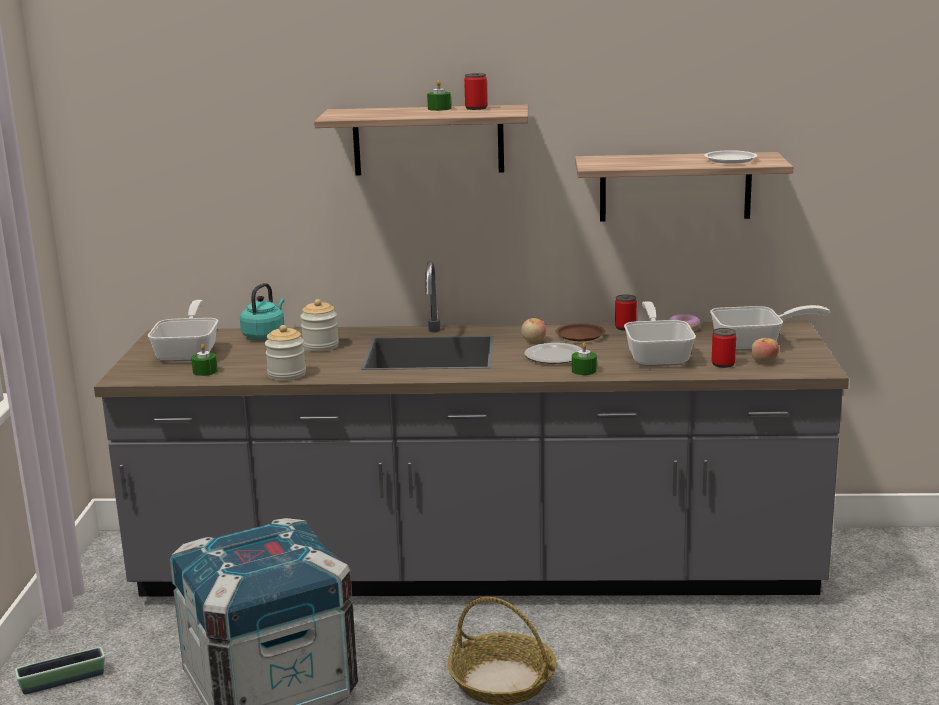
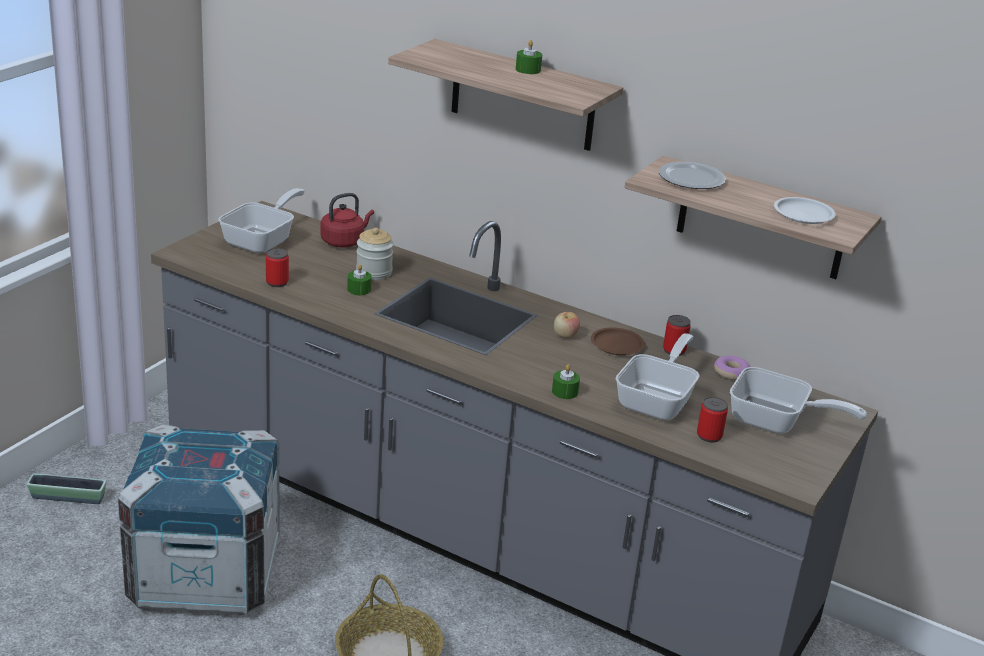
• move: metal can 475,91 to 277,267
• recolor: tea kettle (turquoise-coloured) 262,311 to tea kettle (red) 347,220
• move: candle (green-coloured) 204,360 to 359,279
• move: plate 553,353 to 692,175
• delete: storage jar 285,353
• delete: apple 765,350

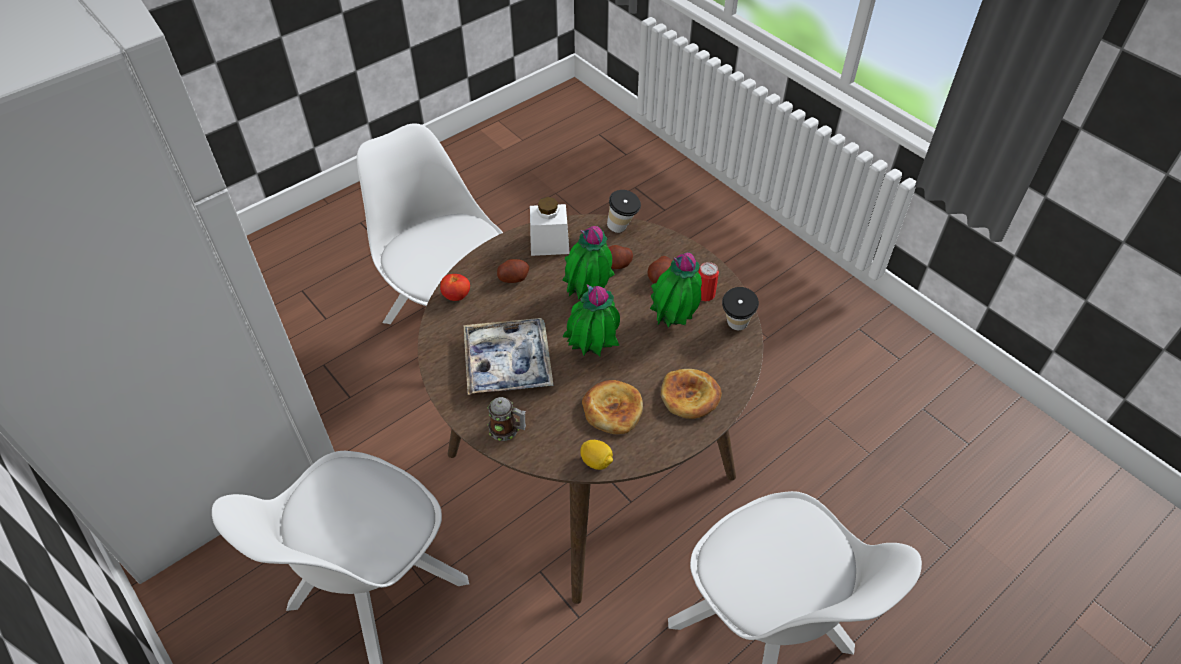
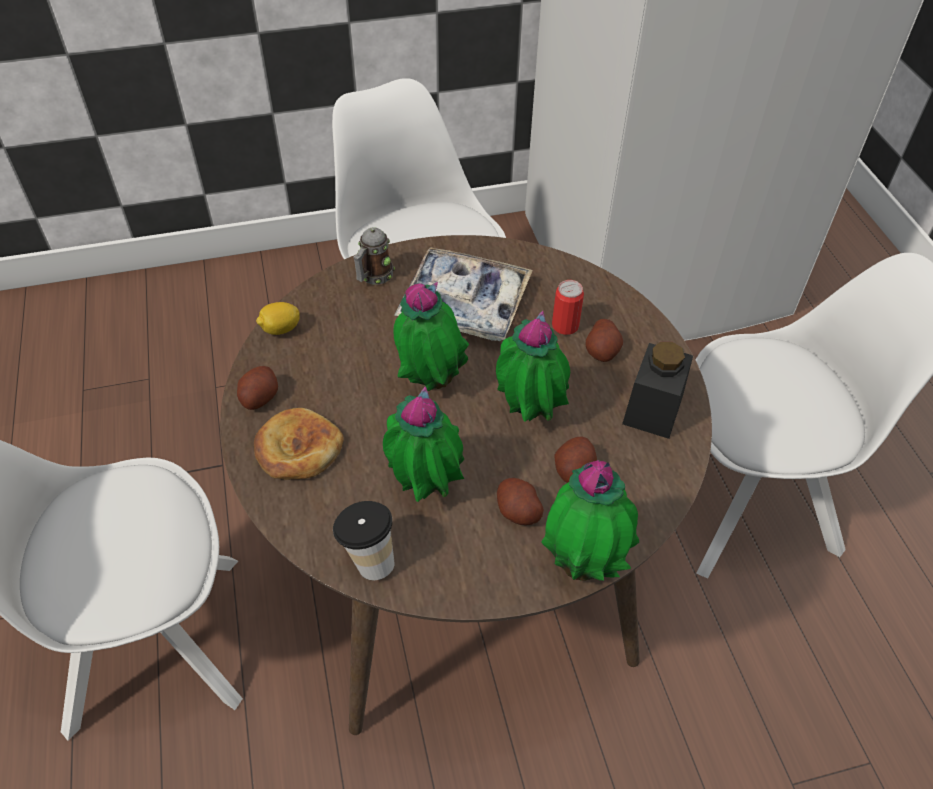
• insert: spud 257,388
• insert: potted plant 590,520
• move: metal can 708,281 to 568,307
• recolor: storage jar (whitish) 550,226 to storage jar (black) 657,390
• delete: fresh tomato 455,287
• delete: bakery bread 612,407
• delete: cup 624,211

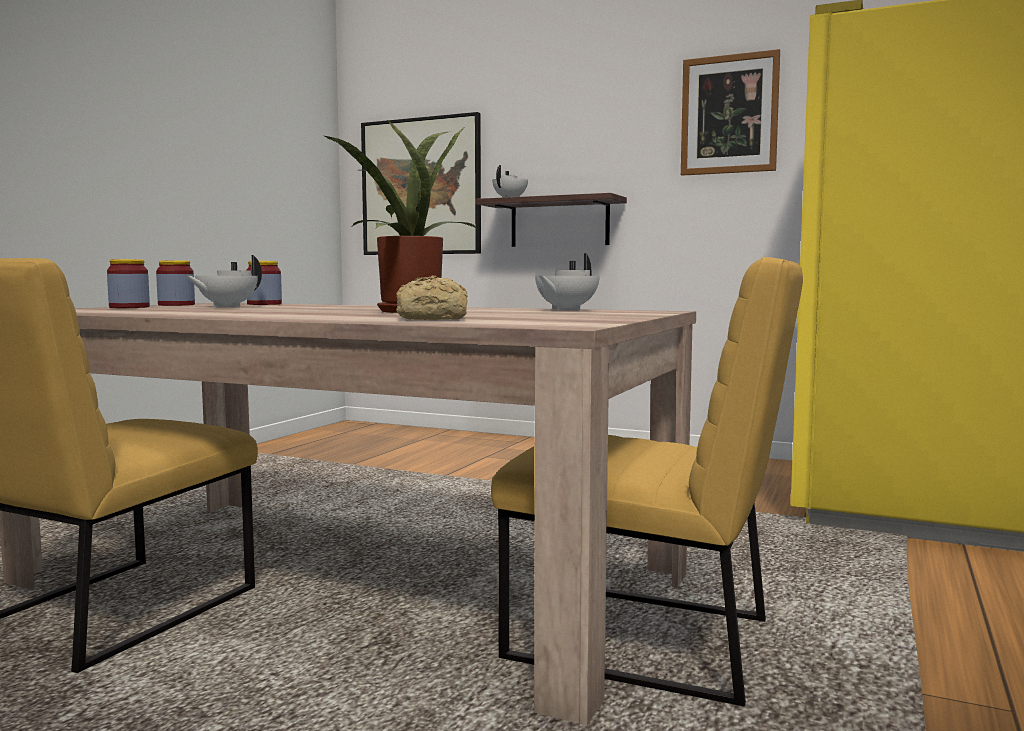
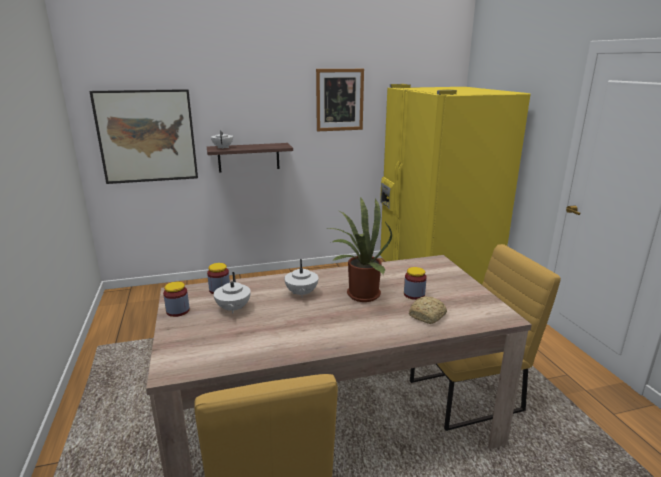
• move: tea pot (whitish) 567,281 to 301,277
• move: storage jar 128,283 to 415,283

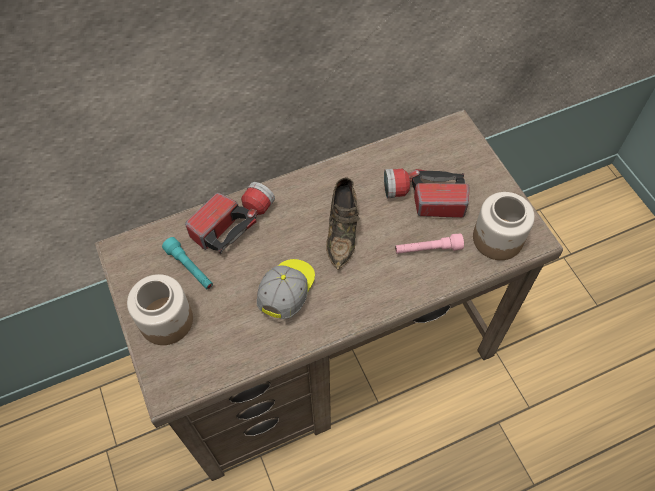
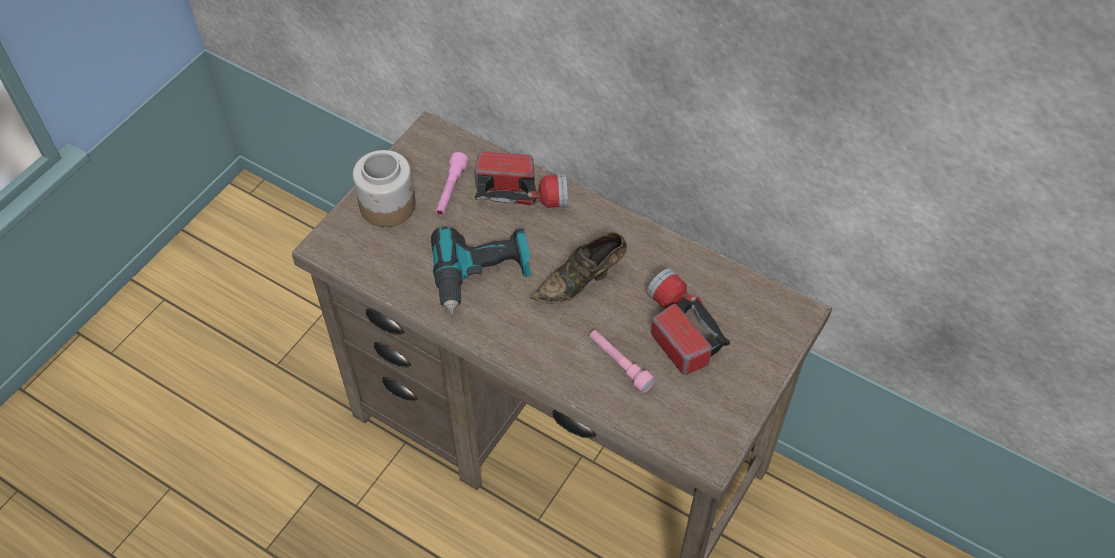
• replace: baseball cap 286,289 to drill 481,270
• recolor: hand torch (turquoise-coloured) 187,263 to hand torch (pinkish) 451,183
• delete: storage jar 504,226

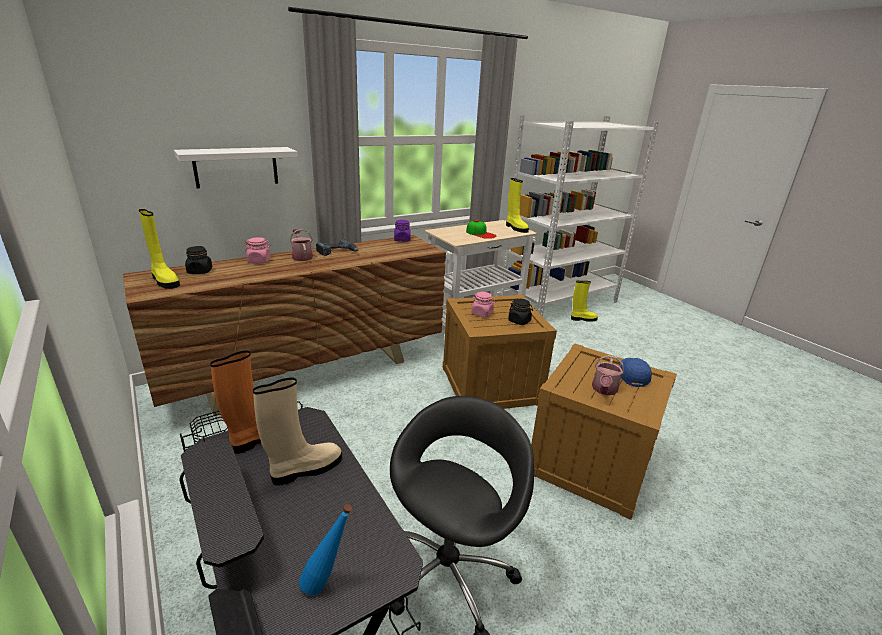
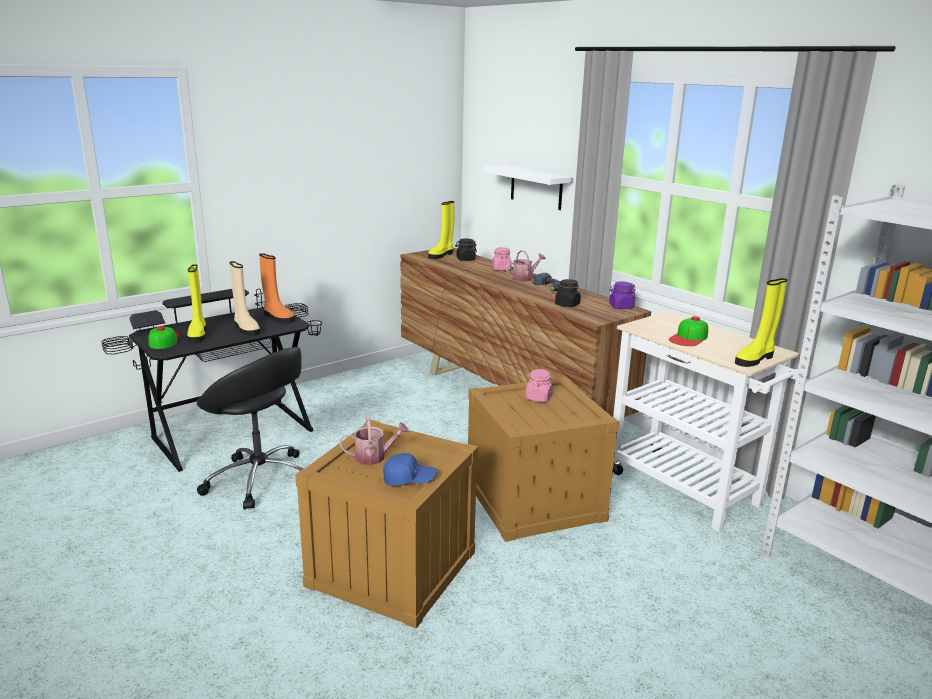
• replace: bottle (bluish) 325,549 to baseball cap 163,337
• move: tall boot (yellow) 584,301 to 196,303
• rotate: watering can 608,375 = 374,440 150 degrees clockwise
• move: storage jar (black) 520,312 to 568,293

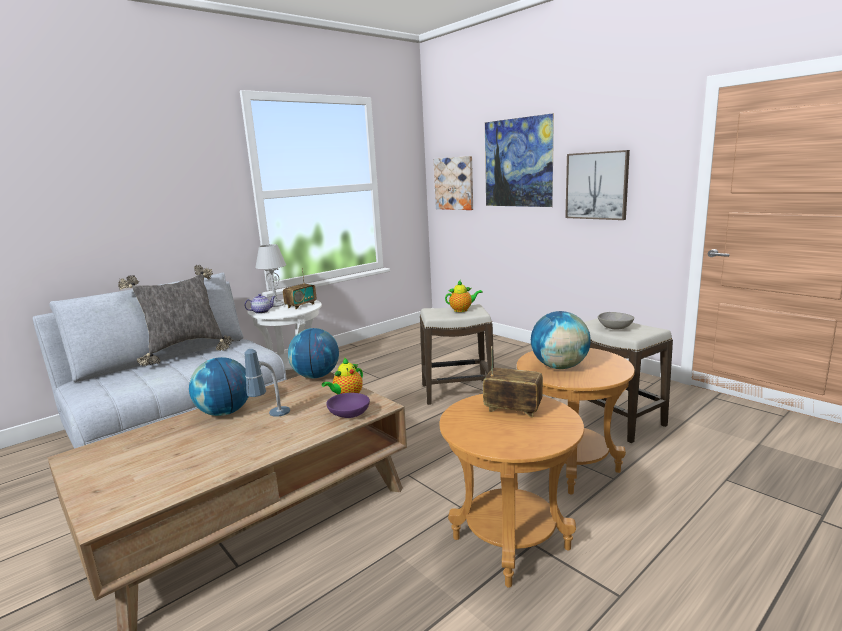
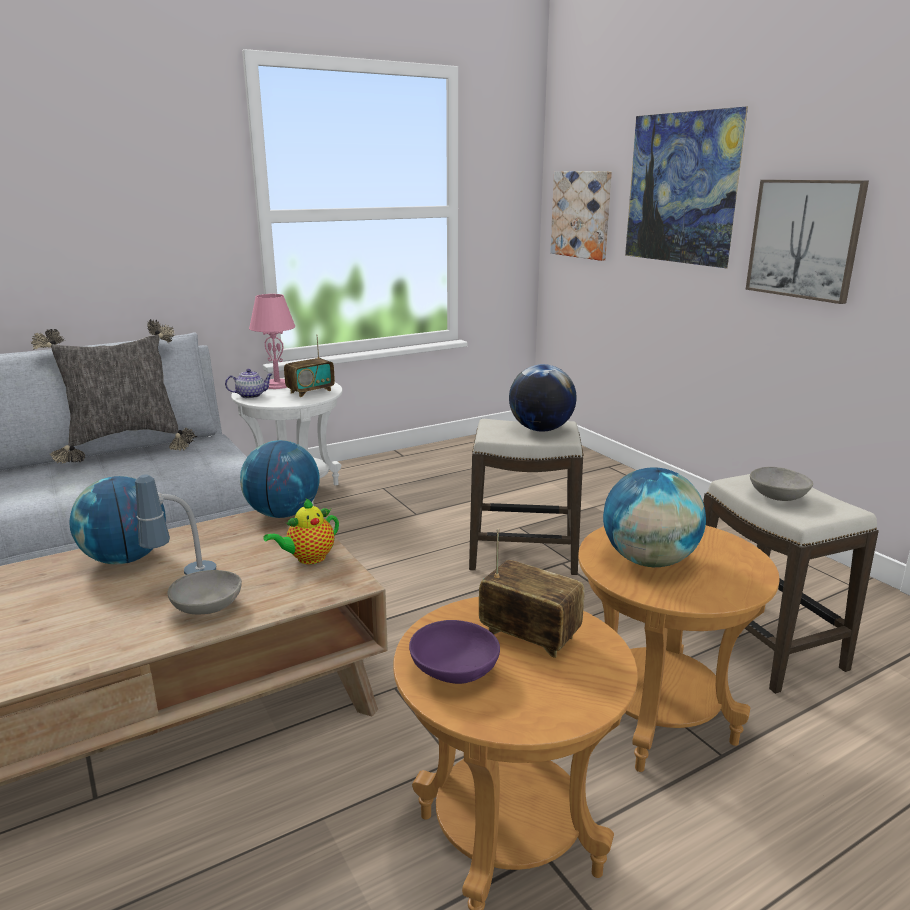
• insert: serving bowl (grey) 204,592
• recolor: lamp for a table (grey) 270,275 to lamp for a table (pinkish) 272,341
• move: serving bowl (purplish) 348,405 to 454,652
• replace: tea pot 464,296 to globe 542,398

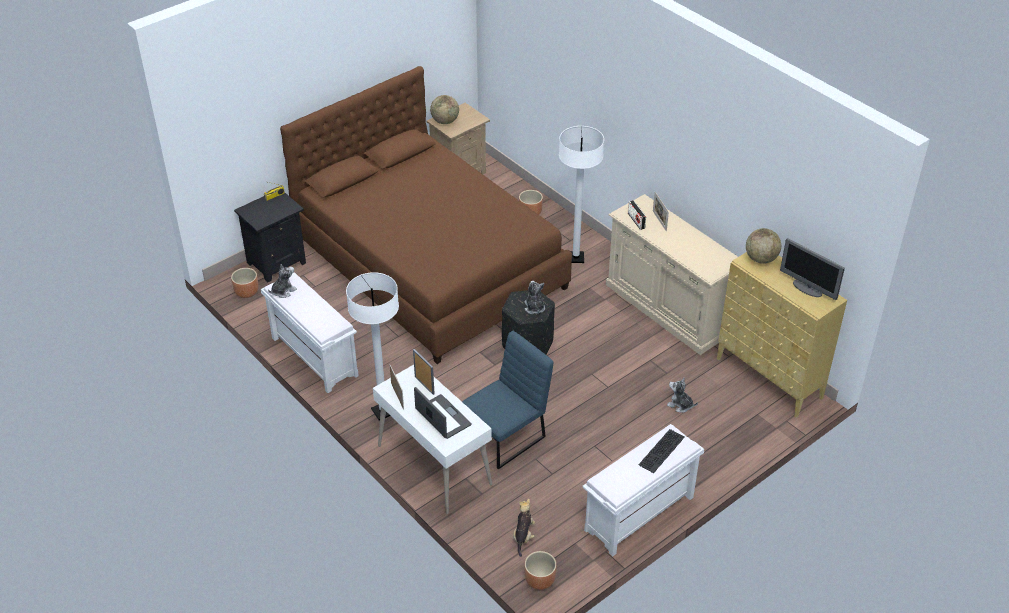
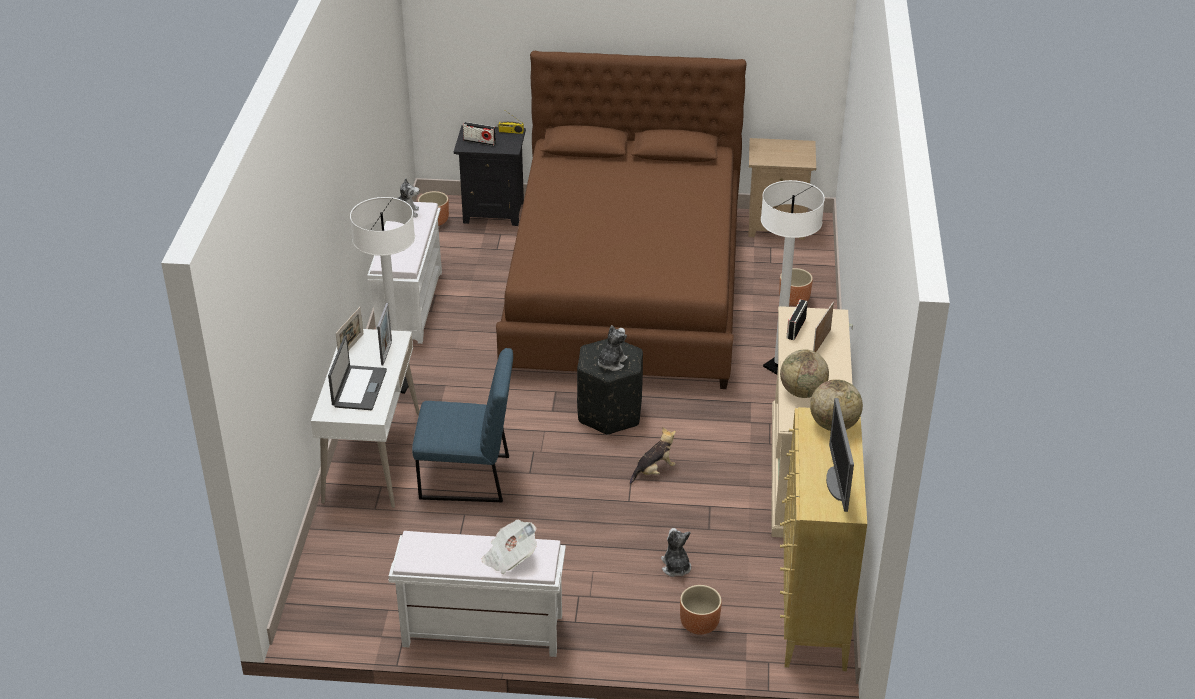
• insert: radio 479,134
• replace: keyboard 661,451 to newspaper 509,547
• move: plush toy 524,527 to 653,455
• move: planter (brown-coloured) 540,570 to 701,610
• move: globe 444,109 to 804,374

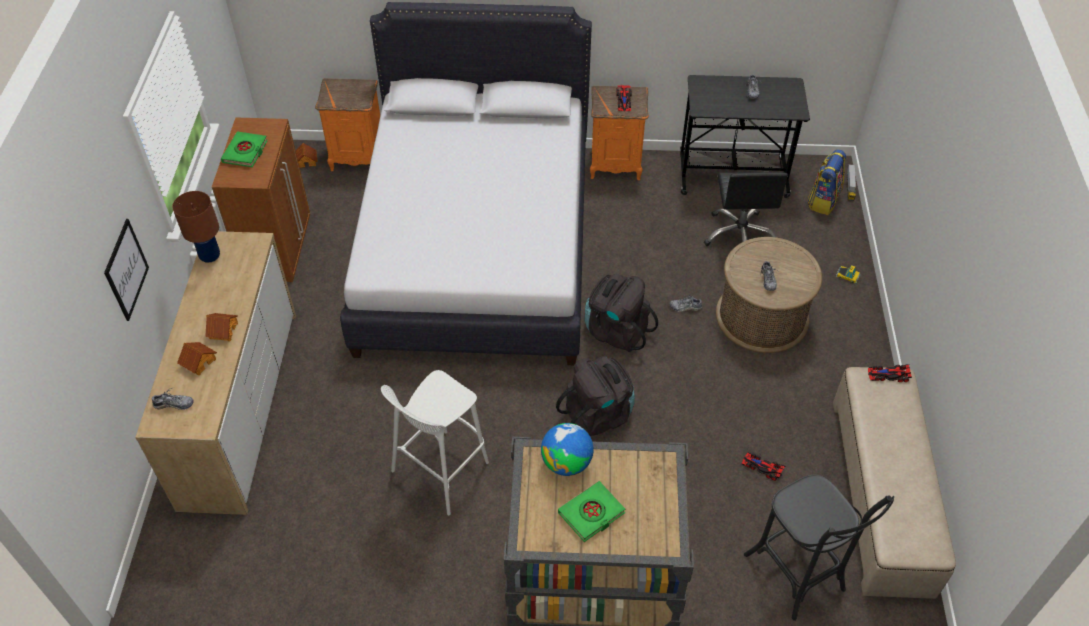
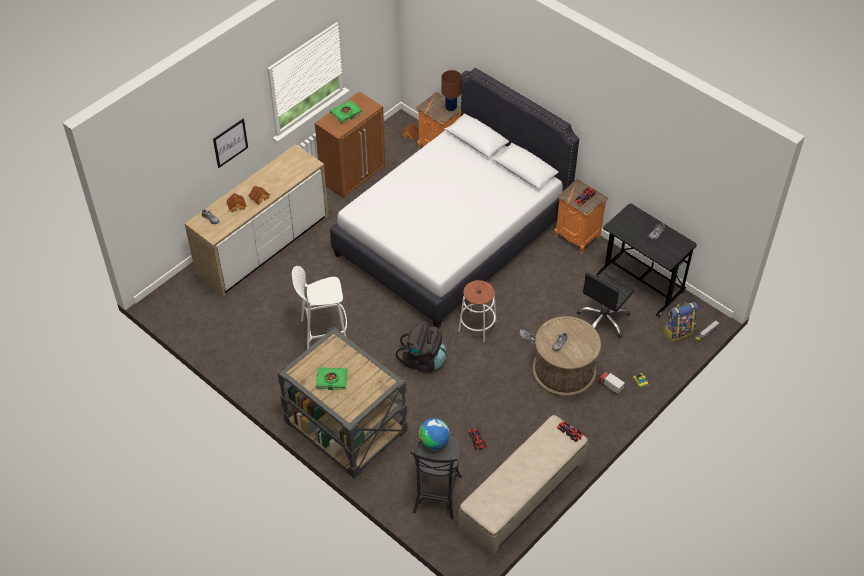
• move: globe 567,449 to 434,434
• move: lamp for a table (brown-coloured) 196,227 to 452,90
• replace: backpack (black) 621,313 to sitting stool (whitish) 477,311
• insert: toy truck 611,383

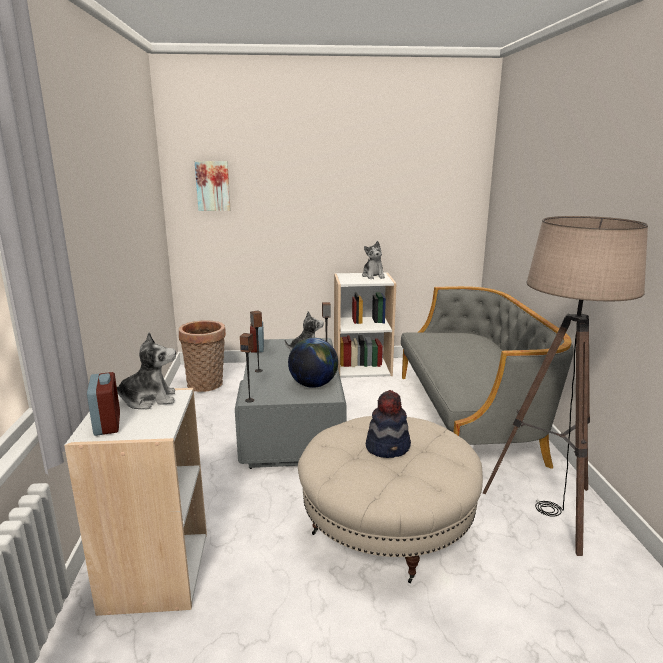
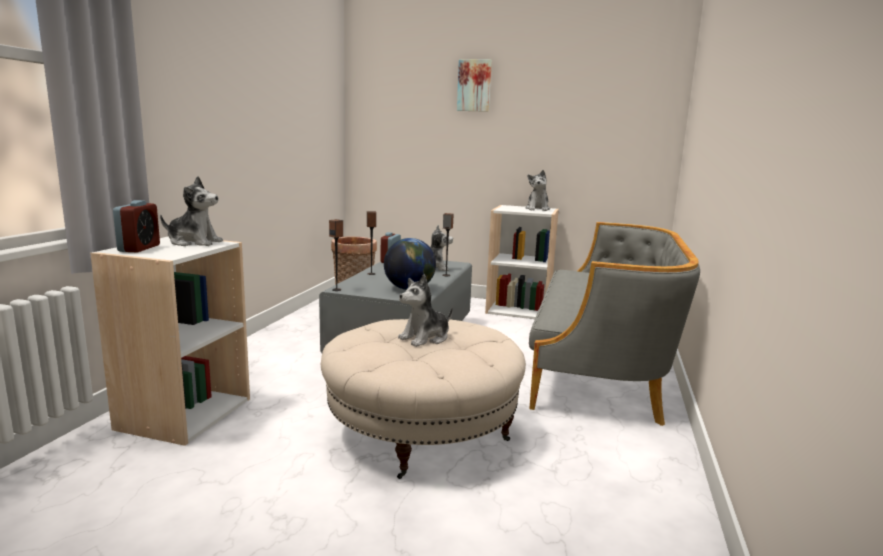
• replace: clothing hat 388,424 to plush toy 425,311
• move: wall art 213,186 to 474,85
• delete: standard lamp 565,386

